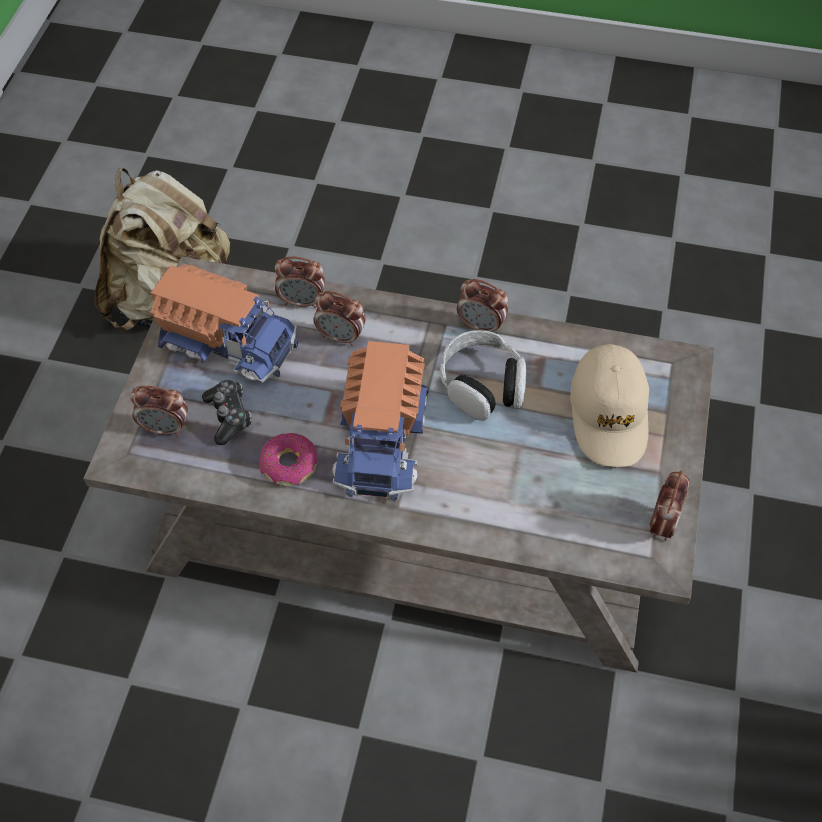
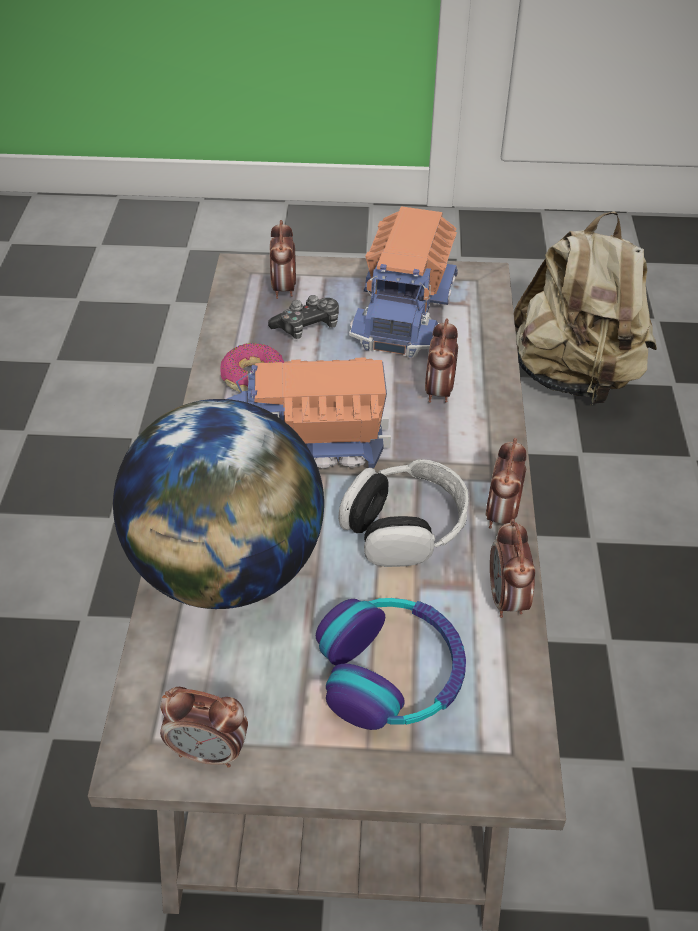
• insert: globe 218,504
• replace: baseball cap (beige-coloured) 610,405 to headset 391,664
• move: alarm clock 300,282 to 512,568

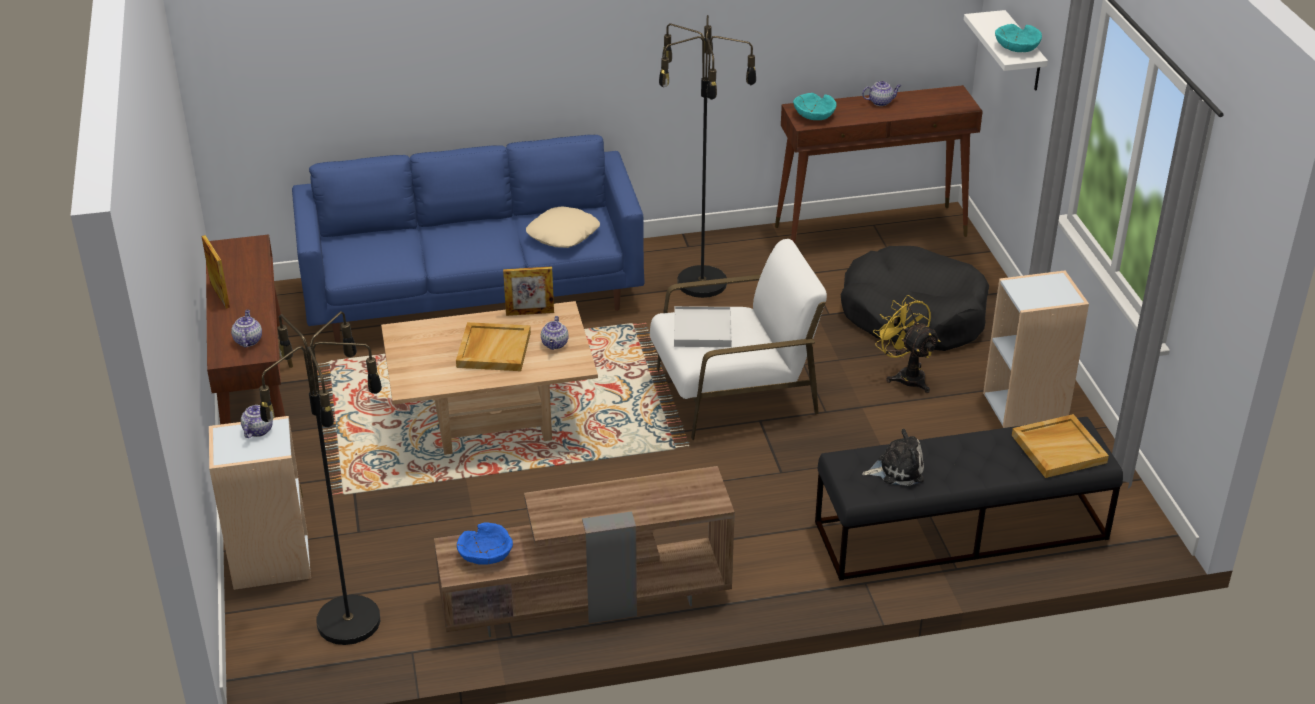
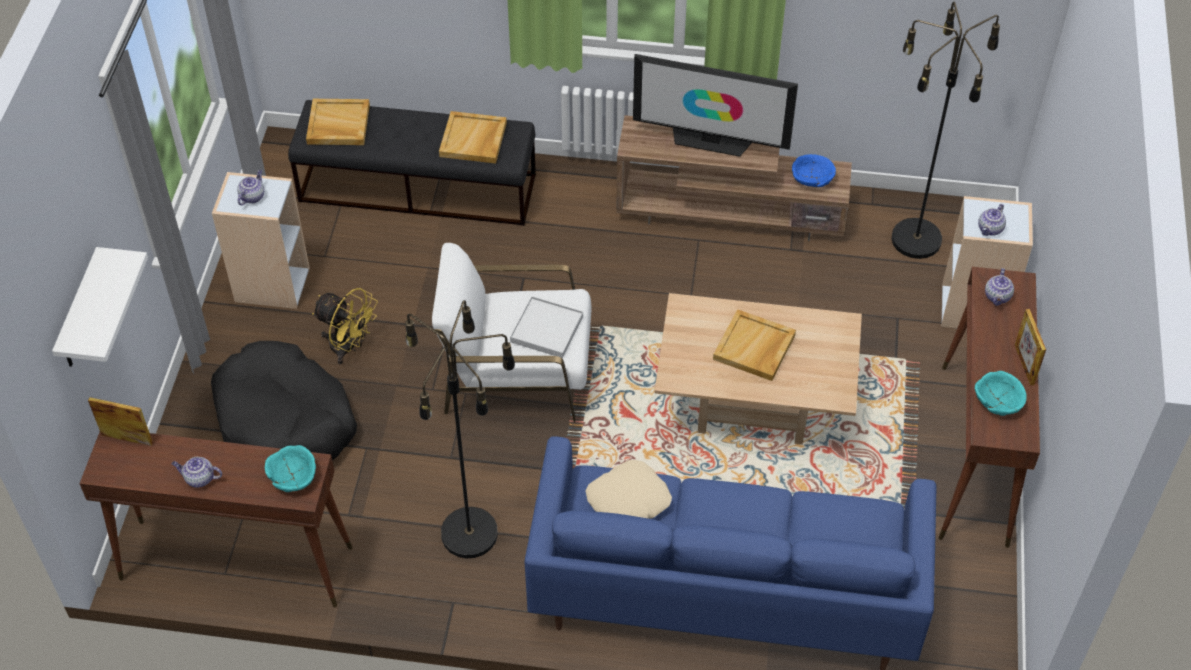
• move: picture frame 528,291 to 120,421
• move: tea pot 555,333 to 250,187
• rotate: electric fan (yellow) 906,344 = 345,326 45 degrees counterclockwise
• replace: plush toy 893,457 to serving tray (beige-coloured) 473,137
• insert: TV 715,105
• move: serving bowl (turquoise-coloured) 1018,38 to 1001,393

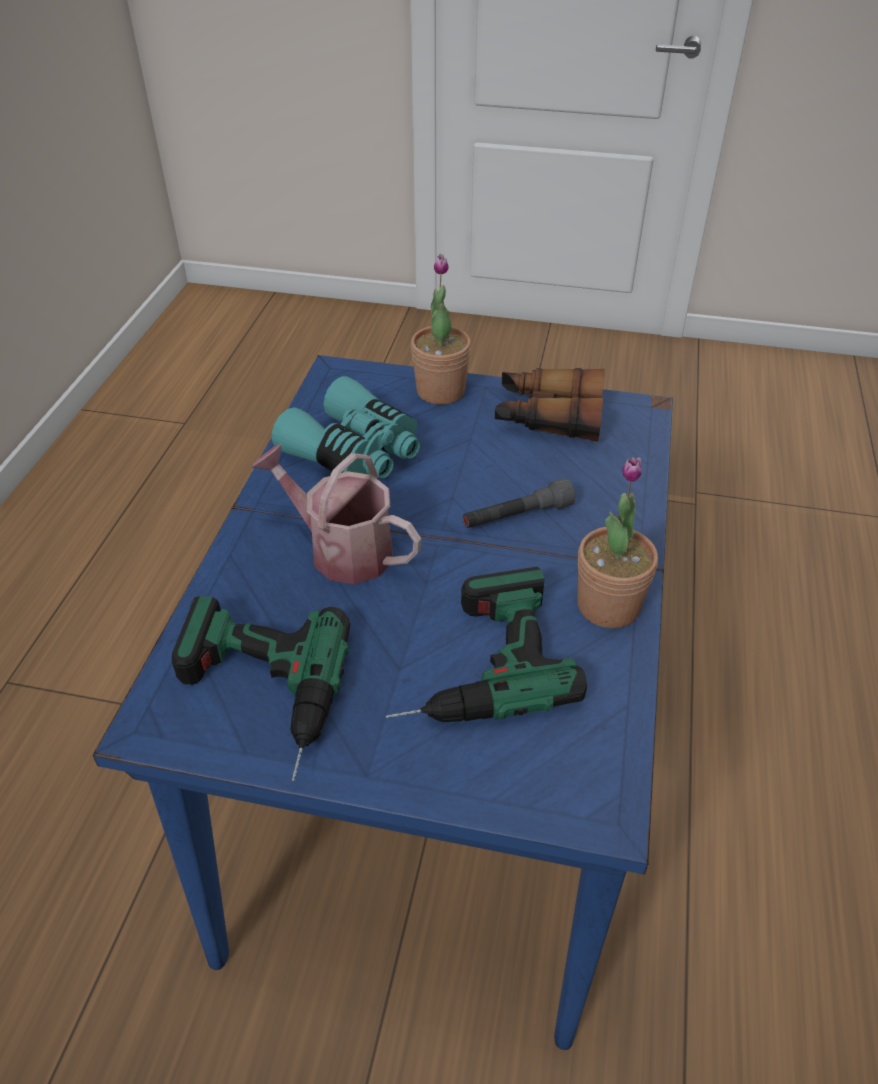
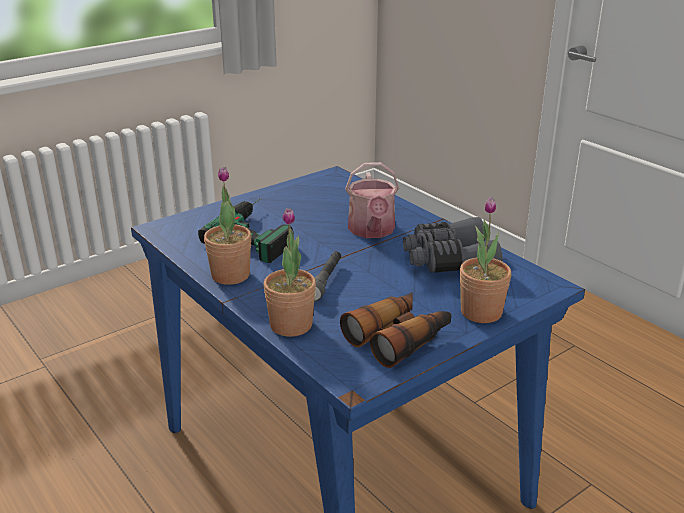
• insert: potted plant 289,272
• rotate: watering can 336,514 = 372,200 105 degrees clockwise
• recolor: binoculars (turquoise-coloured) 346,427 to binoculars (grey) 453,245
• delete: drill 261,688

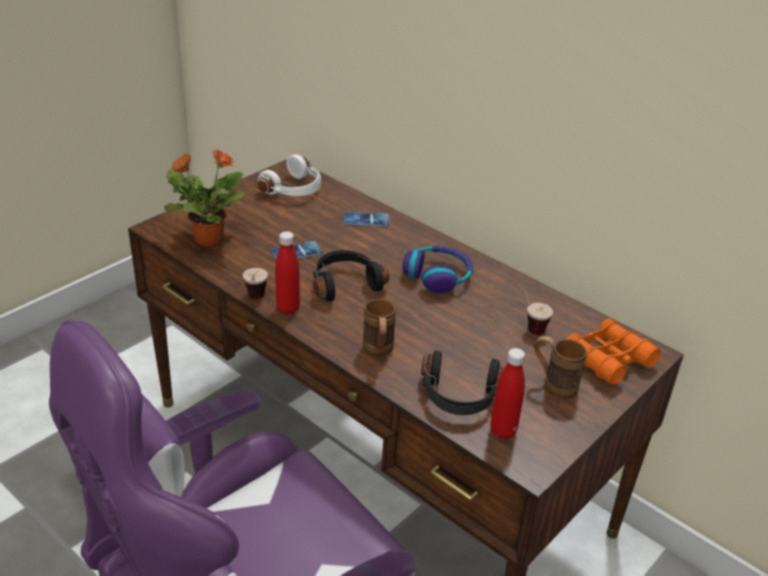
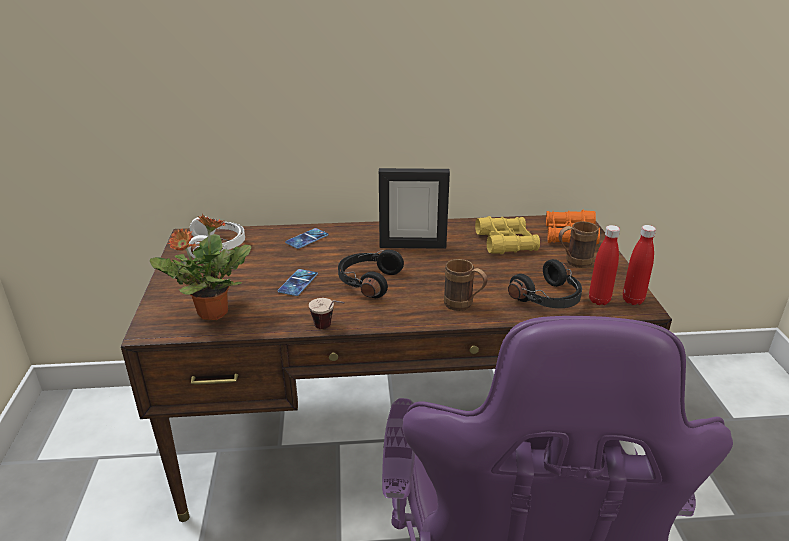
• replace: headset 438,269 to picture frame 414,208
• replace: cup 533,309 to binoculars (yellow) 507,235
• move: bottle (red) 287,272 to 639,265

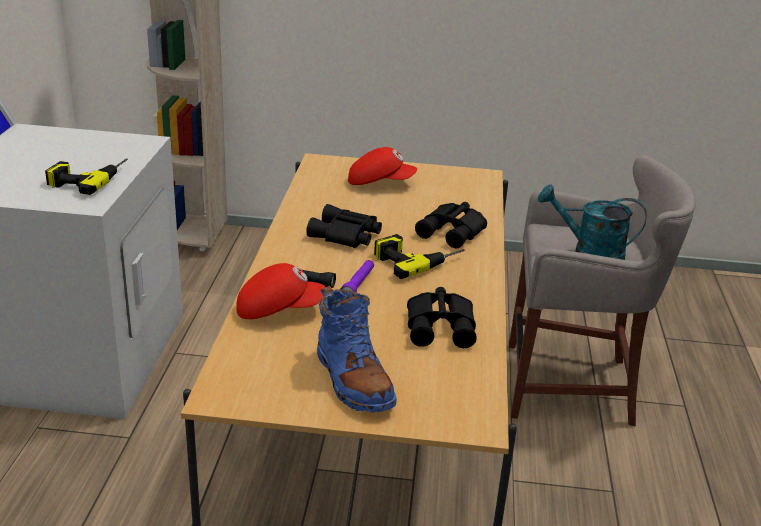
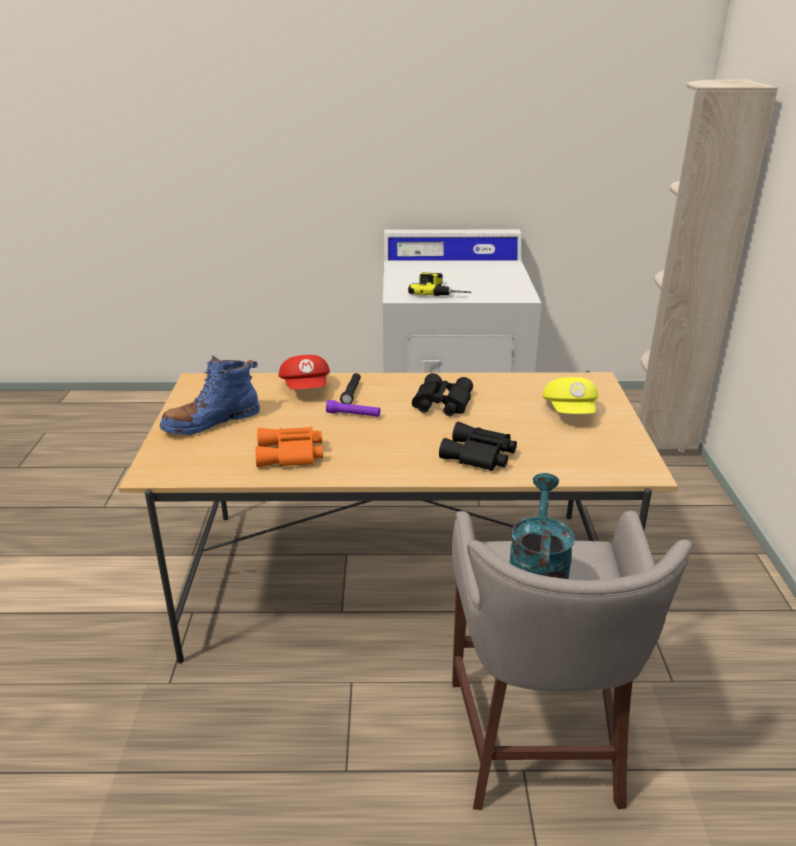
• recolor: binoculars (black) 442,317 to binoculars (orange-coloured) 289,446
• recolor: baseball cap (red) 382,166 to baseball cap (yellow) 570,395
• delete: drill 419,256

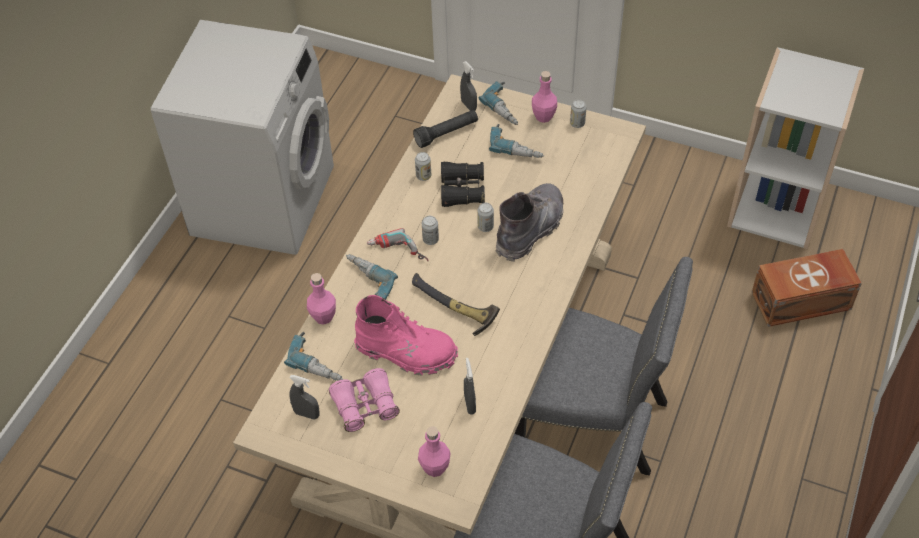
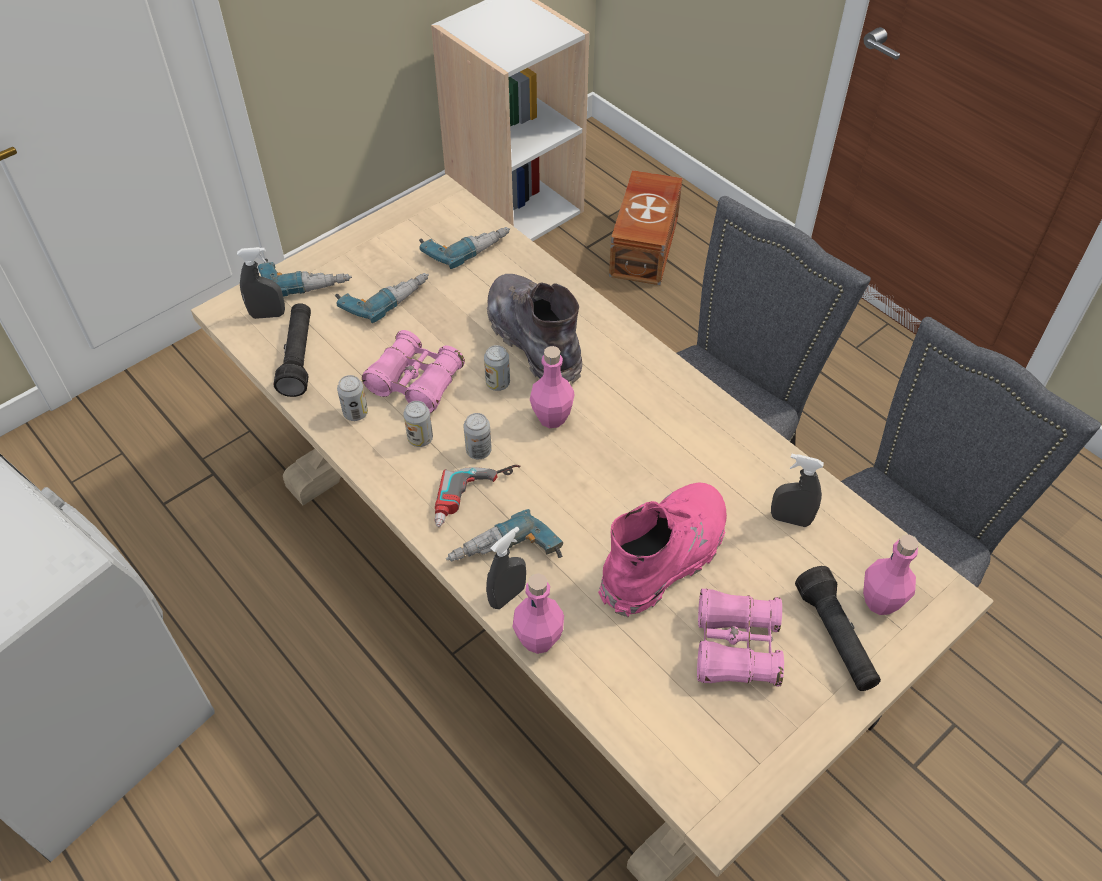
• recolor: binoculars (black) 463,184 to binoculars (pinkish) 413,371
• move: metal can 578,113 to 418,424
• move: drill 313,356 to 464,248
• move: hand sprayer (grey) 304,397 to 506,568
• move: bottle (pinkish) 544,97 to 552,387
• insert: hand torch (black) 838,628
• delete: hammer 456,304

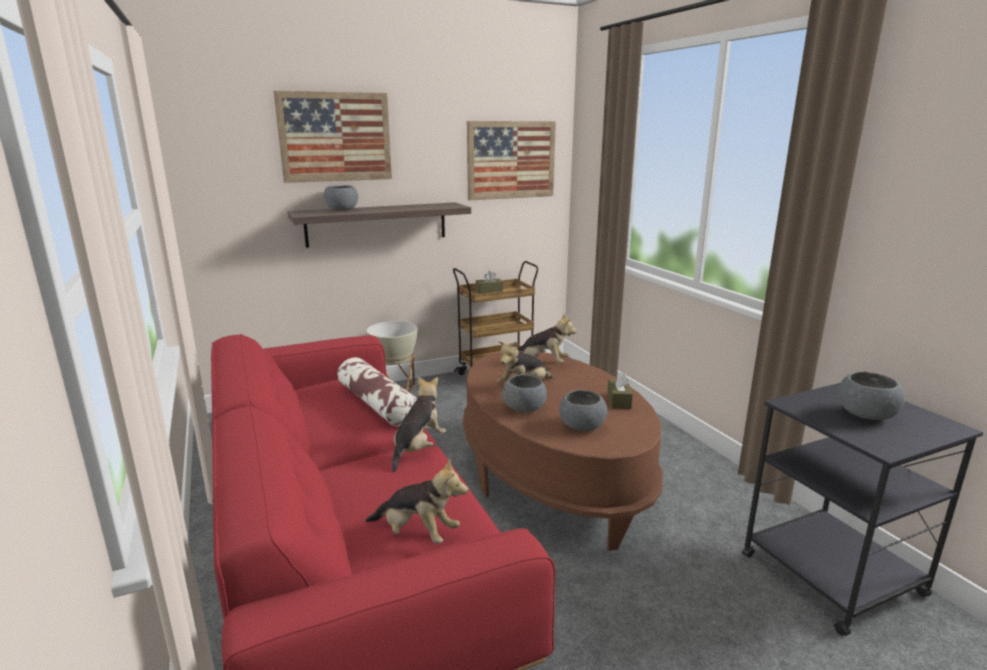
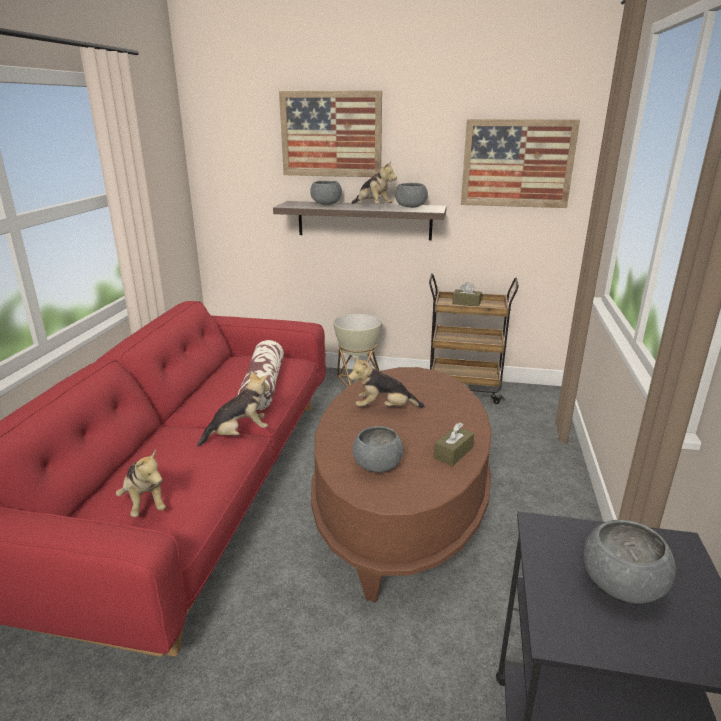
• move: plush toy 546,338 to 374,182
• move: serving bowl (grey) 524,393 to 411,195

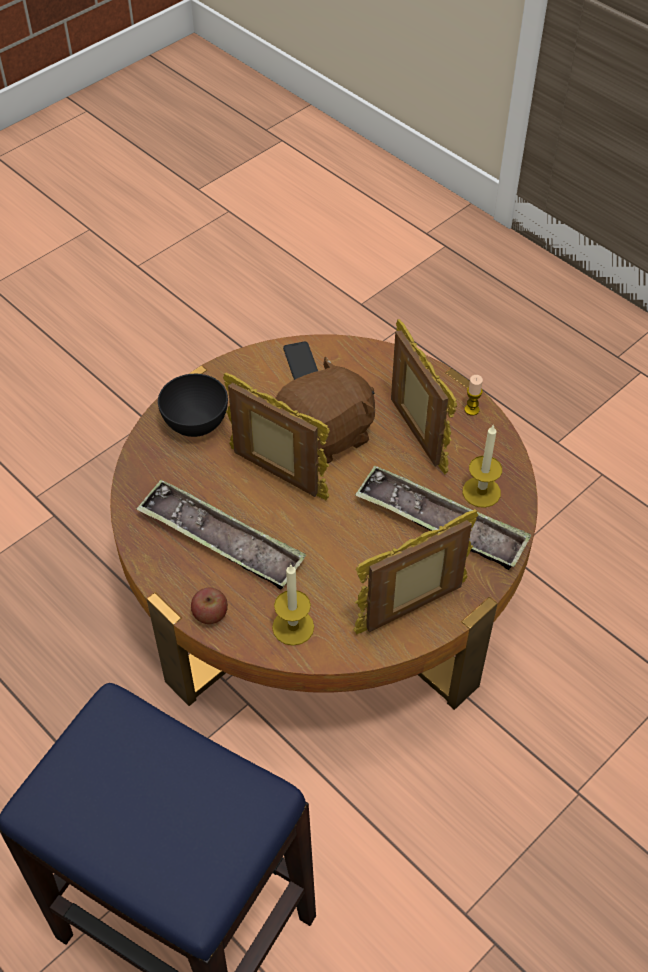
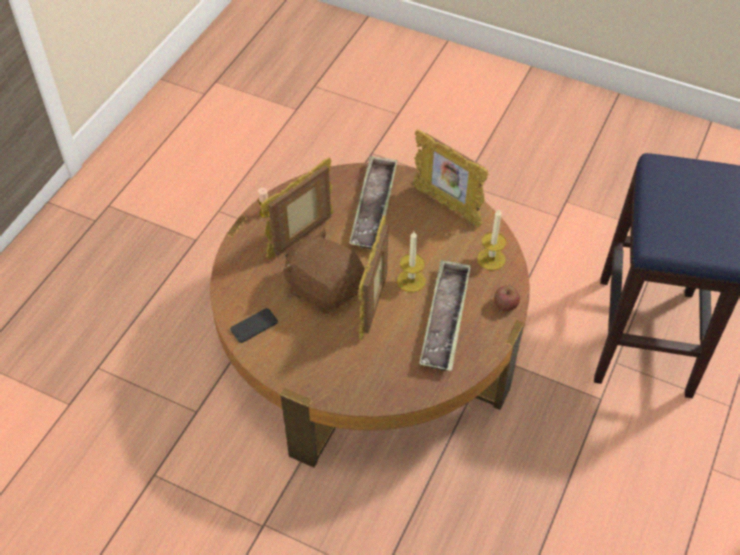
• move: candle 482,466 to 411,261
• delete: serving bowl (black) 193,405

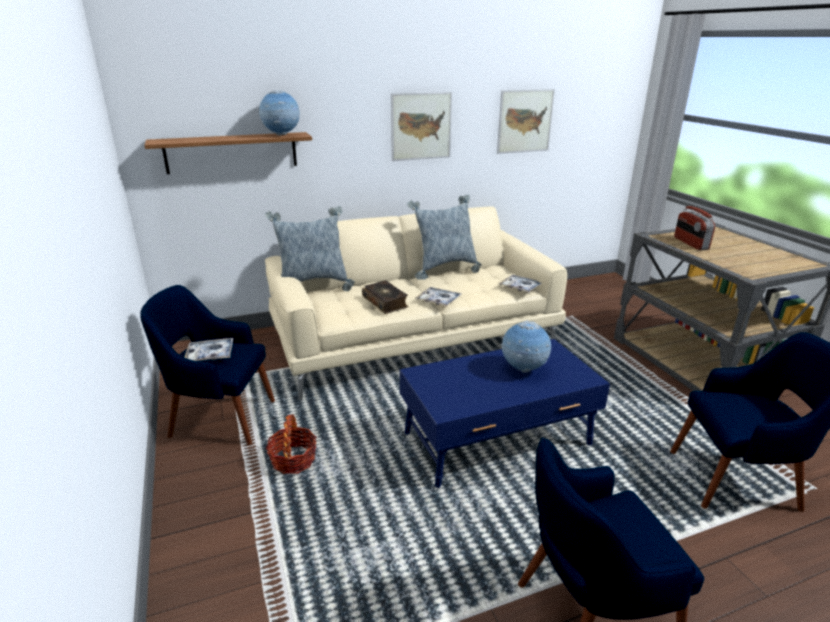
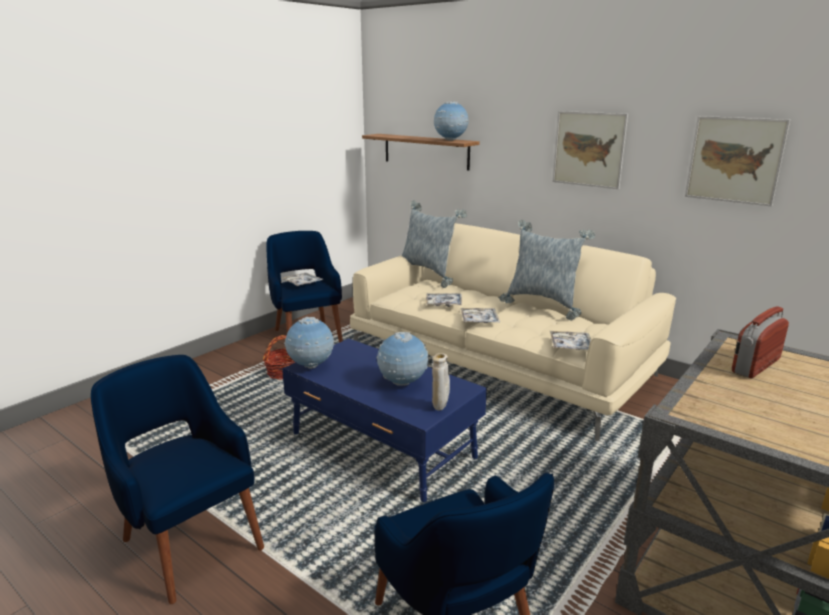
• insert: globe 309,343
• replace: book 385,297 to serving tray 443,300
• insert: decorative vase (beige-coloured) 441,382

